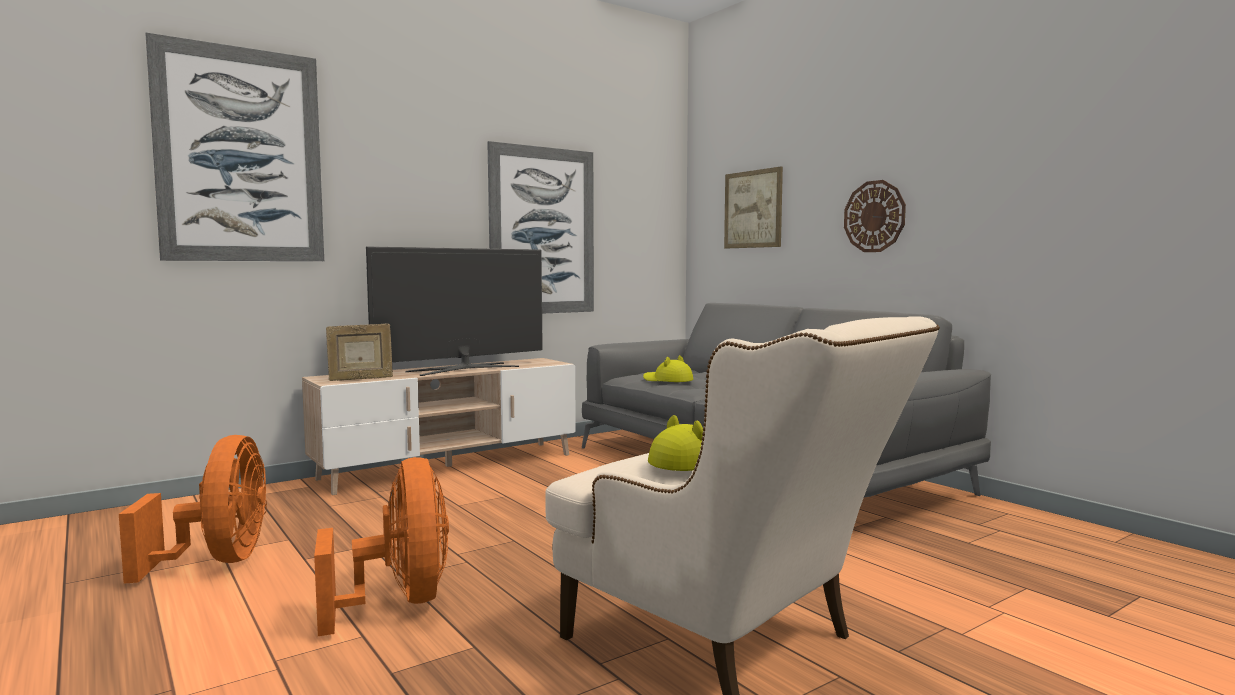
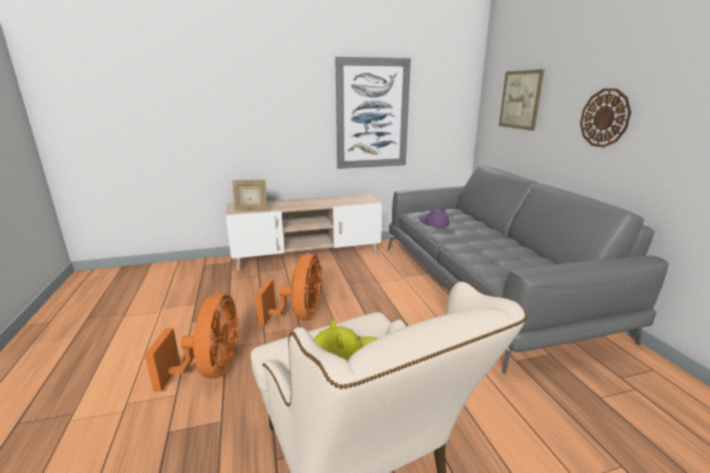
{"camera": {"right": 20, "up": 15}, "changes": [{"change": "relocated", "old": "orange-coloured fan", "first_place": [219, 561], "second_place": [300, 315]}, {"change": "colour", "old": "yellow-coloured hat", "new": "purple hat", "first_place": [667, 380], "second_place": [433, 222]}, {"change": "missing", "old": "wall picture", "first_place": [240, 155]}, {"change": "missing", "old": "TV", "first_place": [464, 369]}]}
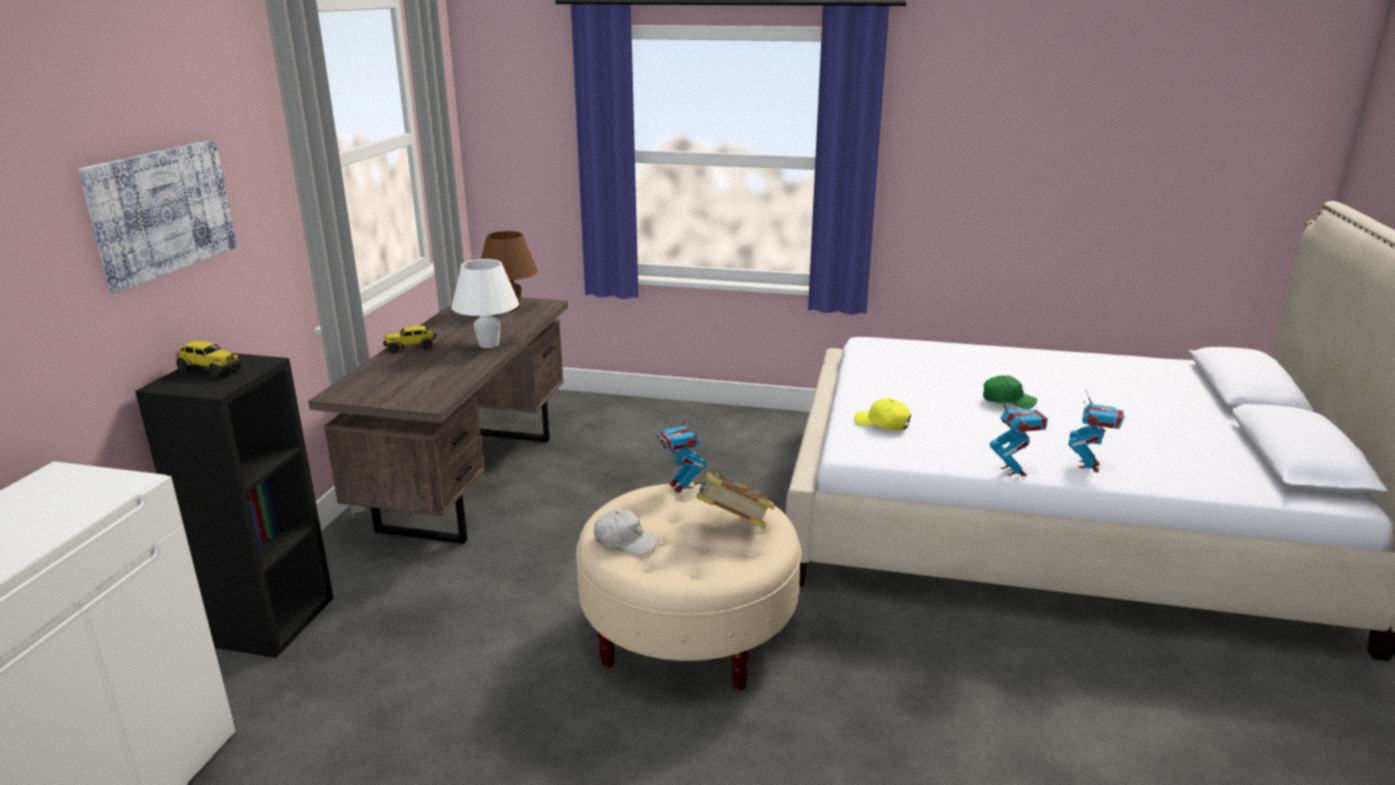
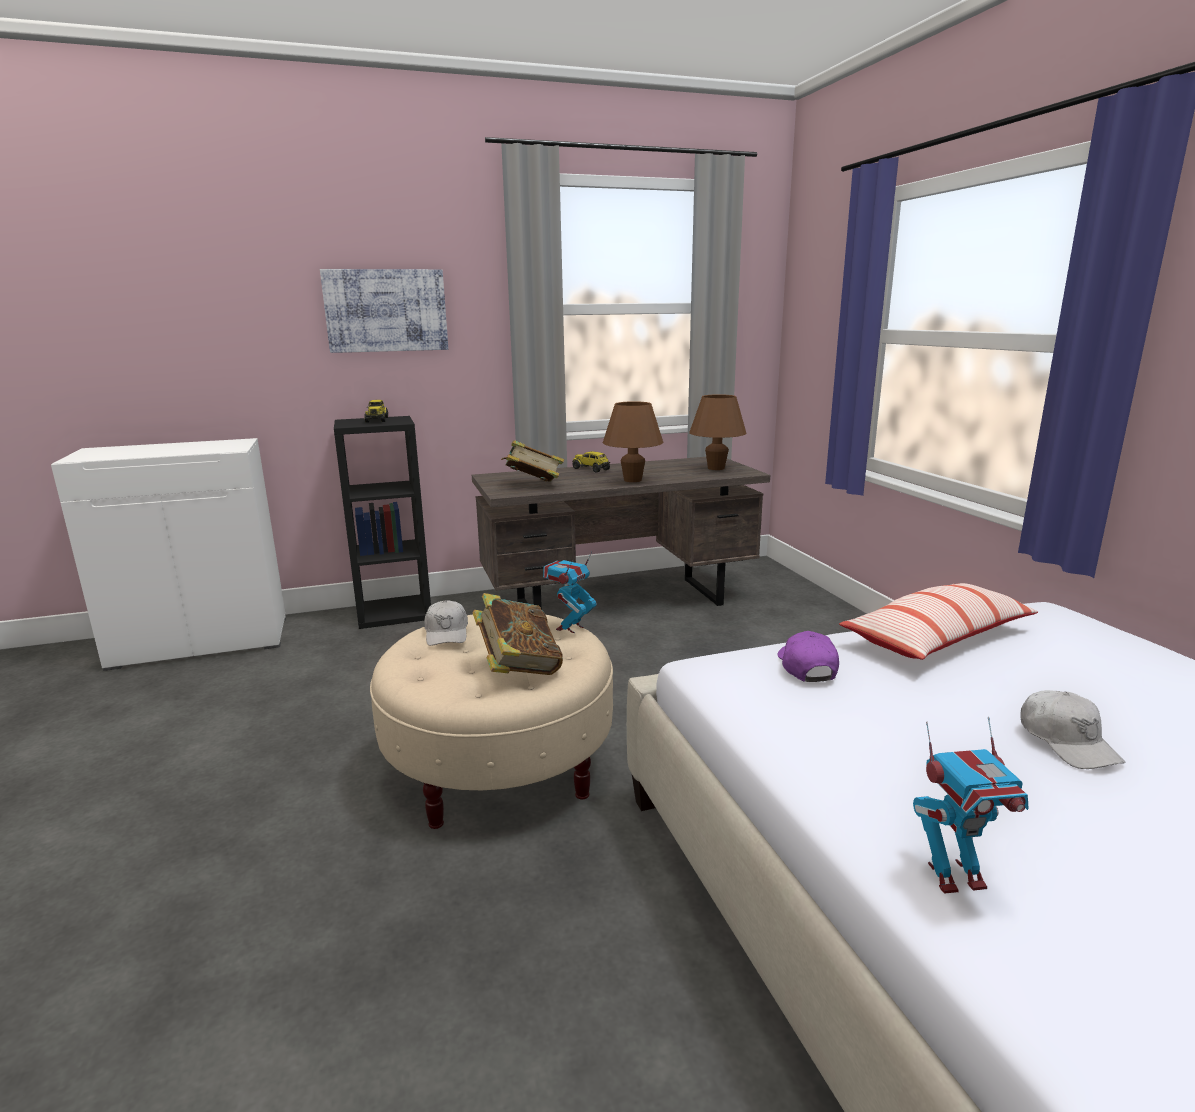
{"camera": {"right": 60, "up": -5}, "changes": [{"change": "appeared", "new": "volume", "second_place": [533, 485]}, {"change": "colour", "old": "white lamp for a table", "new": "brown lamp for a table", "first_place": [489, 344], "second_place": [632, 480]}, {"change": "colour", "old": "yellow-coloured cap", "new": "purple cap", "first_place": [882, 423], "second_place": [806, 667]}, {"change": "appeared", "new": "cushion", "second_place": [936, 638]}, {"change": "colour", "old": "green cap", "new": "white cap", "first_place": [1007, 400], "second_place": [1067, 742]}, {"change": "missing", "old": "toy robot", "first_place": [1013, 471]}]}
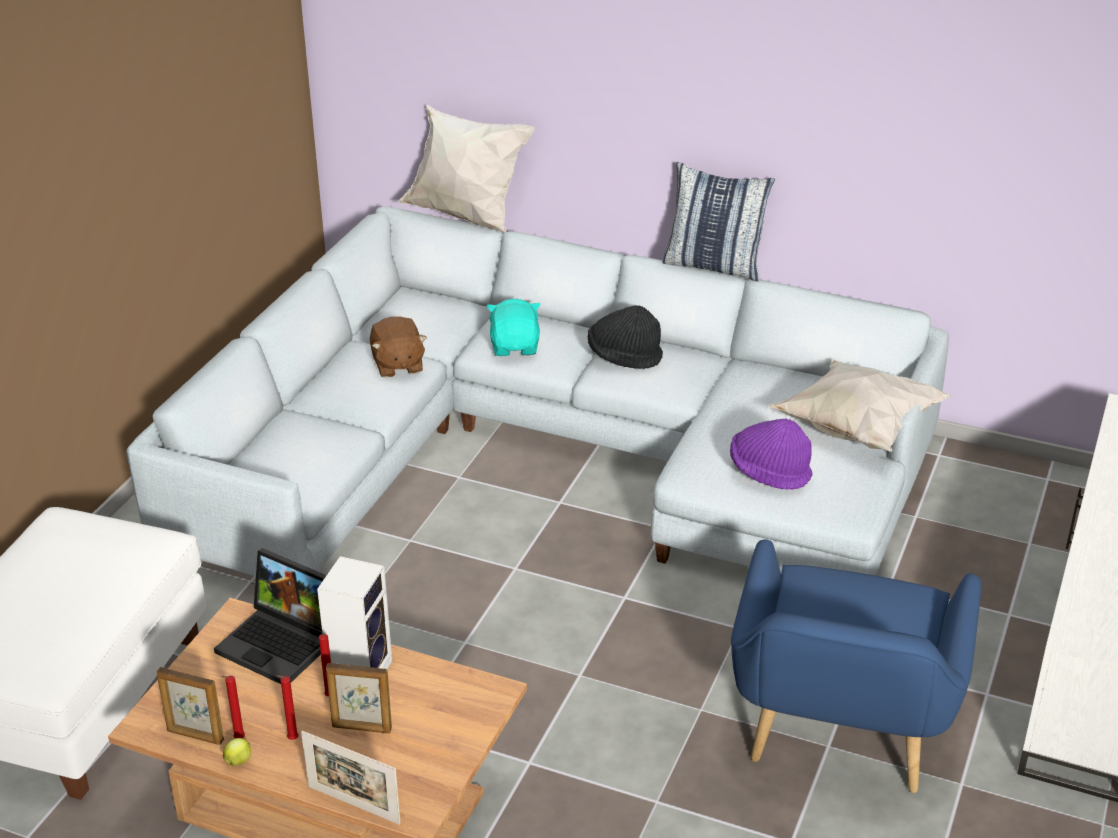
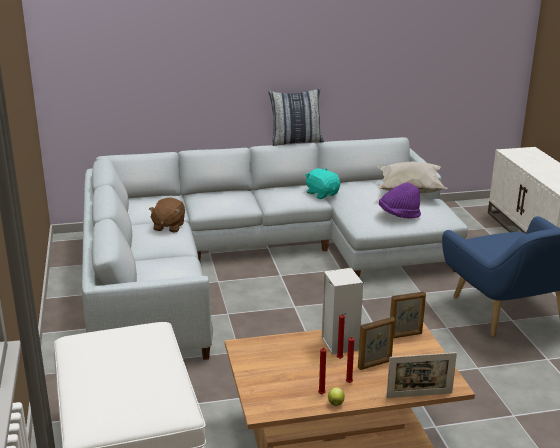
{"camera": {"right": -35, "up": -10}, "changes": [{"change": "spun", "old": "brown soft toy", "first_place": [397, 365], "second_place": [168, 226], "degrees": 60}, {"change": "relocated", "old": "turquoise-coloured soft toy", "first_place": [515, 346], "second_place": [322, 194]}, {"change": "relocated", "old": "standing frame", "first_place": [195, 736], "second_place": [405, 335]}, {"change": "missing", "old": "notebook computer", "first_place": [282, 643]}, {"change": "missing", "old": "white cushion", "first_place": [466, 217]}, {"change": "missing", "old": "black hat", "first_place": [624, 357]}]}
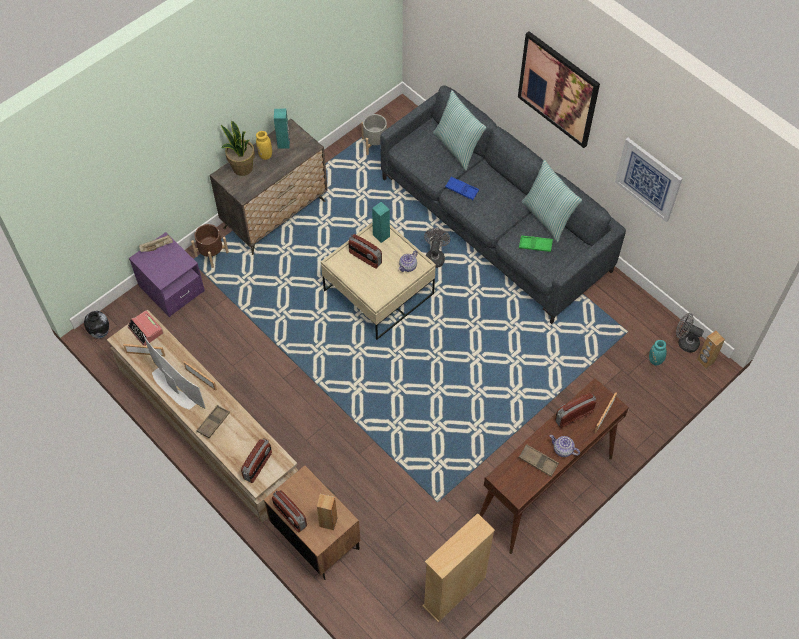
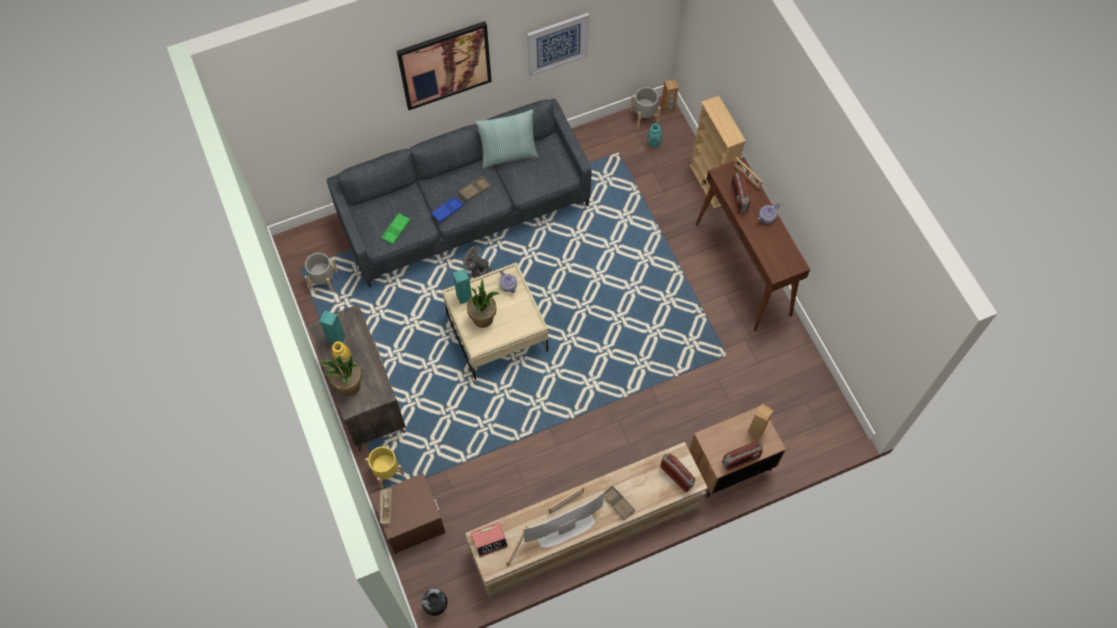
{"camera": {"right": -70, "up": 5}, "changes": [{"change": "colour", "old": "brown planter", "new": "yellow-coloured planter", "first_place": [211, 254], "second_place": [386, 471]}, {"change": "colour", "old": "purple bedside table", "new": "brown bedside table", "first_place": [171, 289], "second_place": [411, 521]}, {"change": "relocated", "old": "green tray", "first_place": [535, 245], "second_place": [396, 230]}, {"change": "relocated", "old": "brown tray", "first_place": [538, 461], "second_place": [475, 190]}, {"change": "exchanged", "old": "radio", "new": "houseplant", "first_place": [365, 258], "second_place": [483, 319]}, {"change": "exchanged", "old": "grey fan", "new": "grey planter", "first_place": [685, 342], "second_place": [644, 116]}, {"change": "relocated", "old": "beige bookcase", "first_place": [454, 592], "second_place": [710, 183]}, {"change": "missing", "old": "cushion", "first_place": [457, 147]}]}
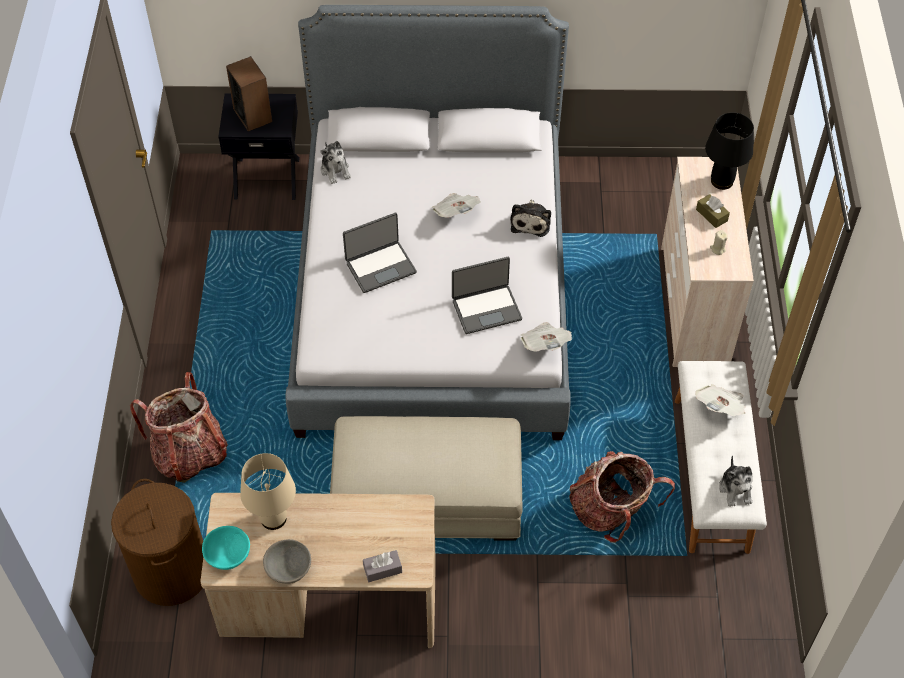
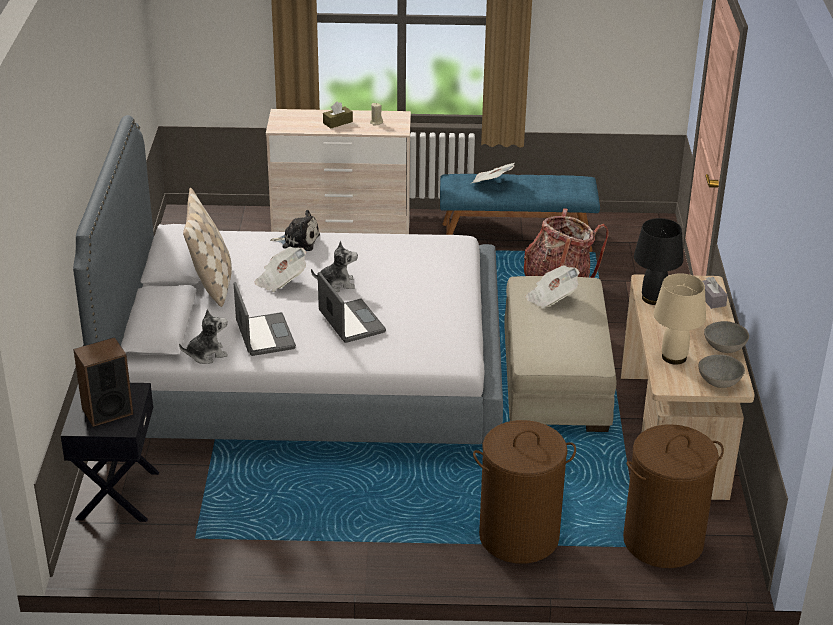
{"camera": {"right": -90, "up": -20}, "changes": [{"change": "appeared", "new": "beige cushion", "second_place": [211, 282]}, {"change": "relocated", "old": "notebook computer", "first_place": [486, 309], "second_place": [264, 336]}, {"change": "relocated", "old": "soft toy", "first_place": [736, 489], "second_place": [336, 284]}, {"change": "colour", "old": "white indoor bench", "new": "blue indoor bench", "first_place": [712, 473], "second_place": [516, 236]}, {"change": "exchanged", "old": "backpack", "new": "brown laundry basket", "first_place": [189, 454], "second_place": [518, 537]}, {"change": "relocated", "old": "printed paper", "first_place": [545, 345], "second_place": [551, 298]}, {"change": "relocated", "old": "black lamp for a table", "first_place": [722, 181], "second_place": [653, 298]}, {"change": "colour", "old": "turquoise-coloured serving bowl", "new": "grey serving bowl", "first_place": [228, 555], "second_place": [719, 381]}]}
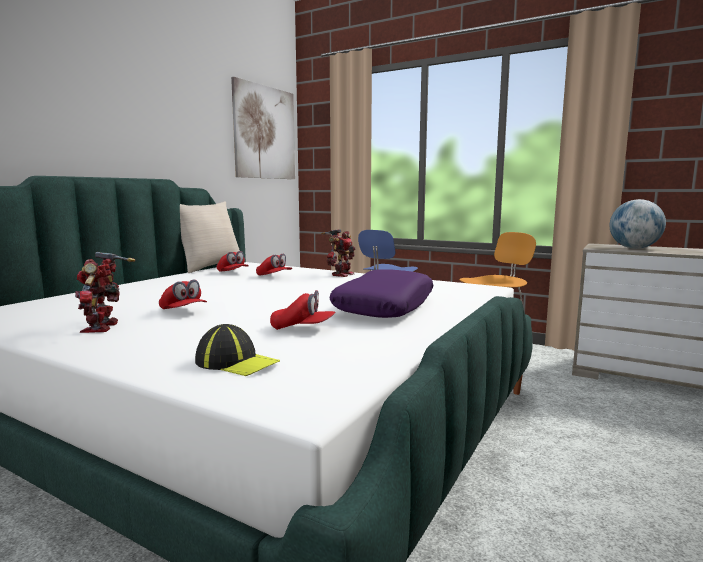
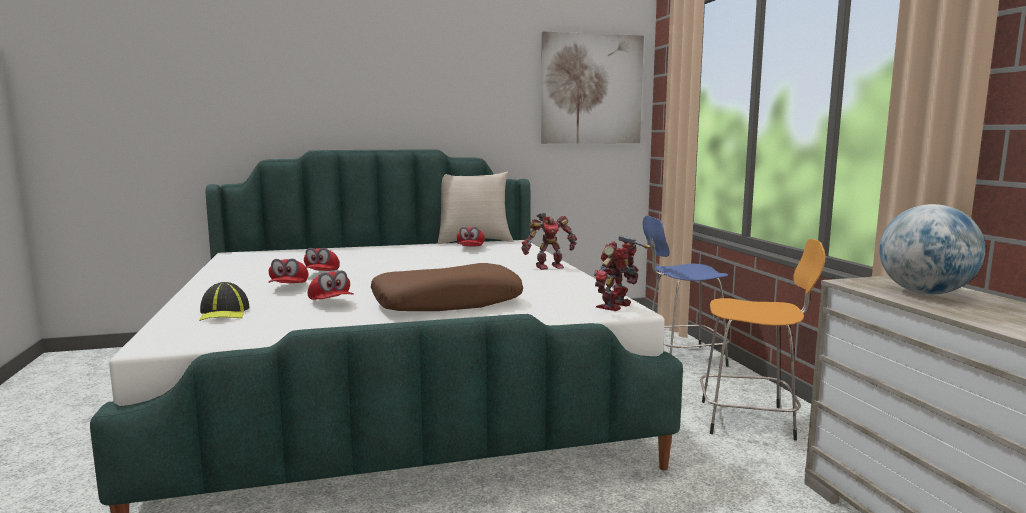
{"camera": {"right": 45, "up": 0}, "changes": [{"change": "relocated", "old": "reddish cap", "first_place": [274, 276], "second_place": [289, 288]}, {"change": "colour", "old": "purple cushion", "new": "brown cushion", "first_place": [384, 307], "second_place": [447, 303]}, {"change": "relocated", "old": "toy robot", "first_place": [103, 327], "second_place": [616, 306]}]}
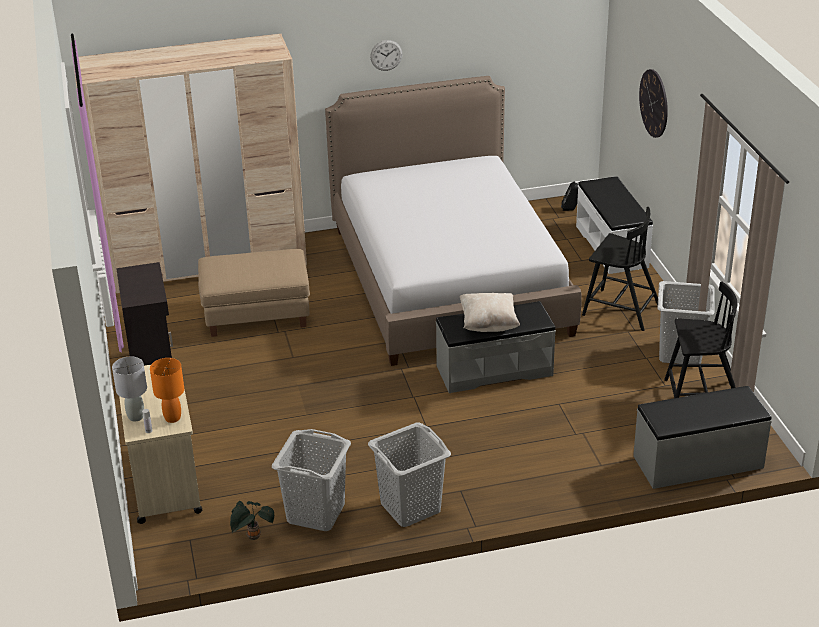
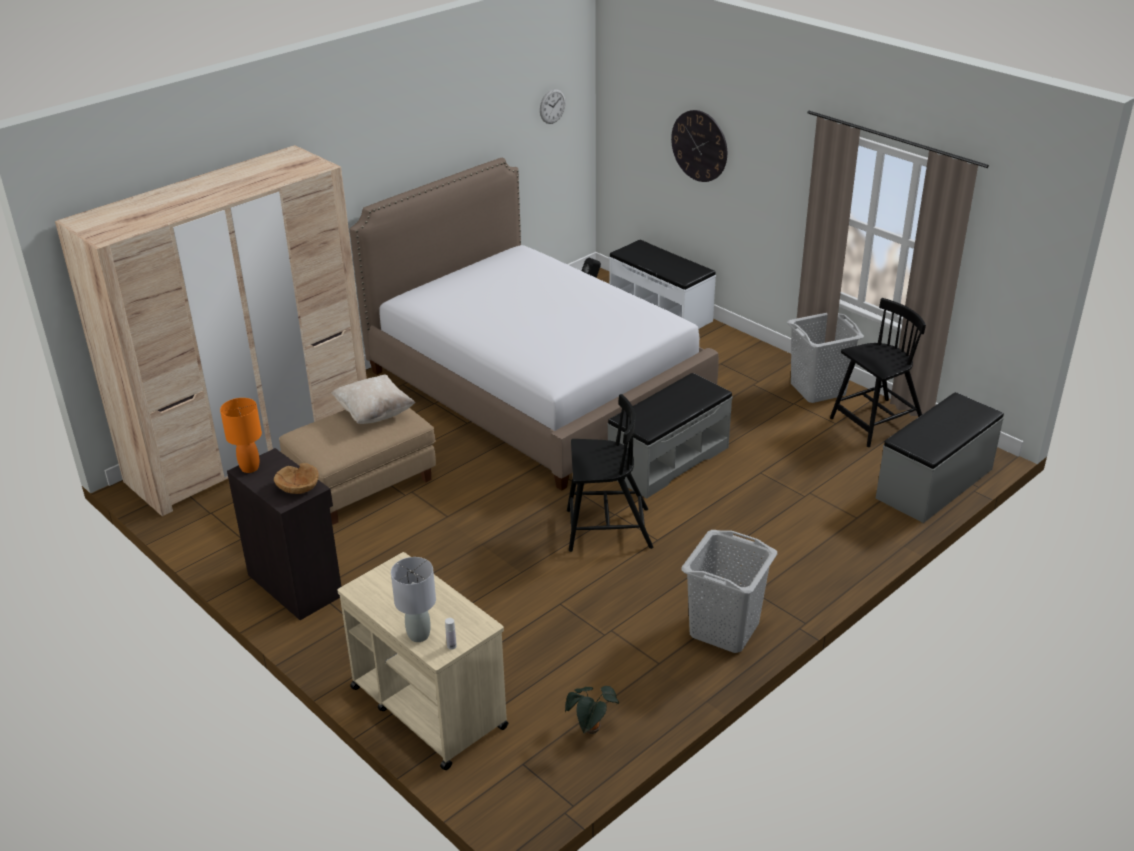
{"camera": {"right": -30, "up": 0}, "changes": [{"change": "relocated", "old": "orange-coloured lamp for a table", "first_place": [173, 418], "second_place": [250, 468]}, {"change": "appeared", "new": "brown serving bowl", "second_place": [298, 488]}, {"change": "relocated", "old": "beige cushion", "first_place": [488, 324], "second_place": [374, 413]}, {"change": "relocated", "old": "hanging clock", "first_place": [386, 55], "second_place": [552, 106]}, {"change": "relocated", "old": "black upright chair", "first_place": [620, 310], "second_place": [606, 529]}, {"change": "missing", "old": "grey laundry basket", "first_place": [315, 513]}]}
